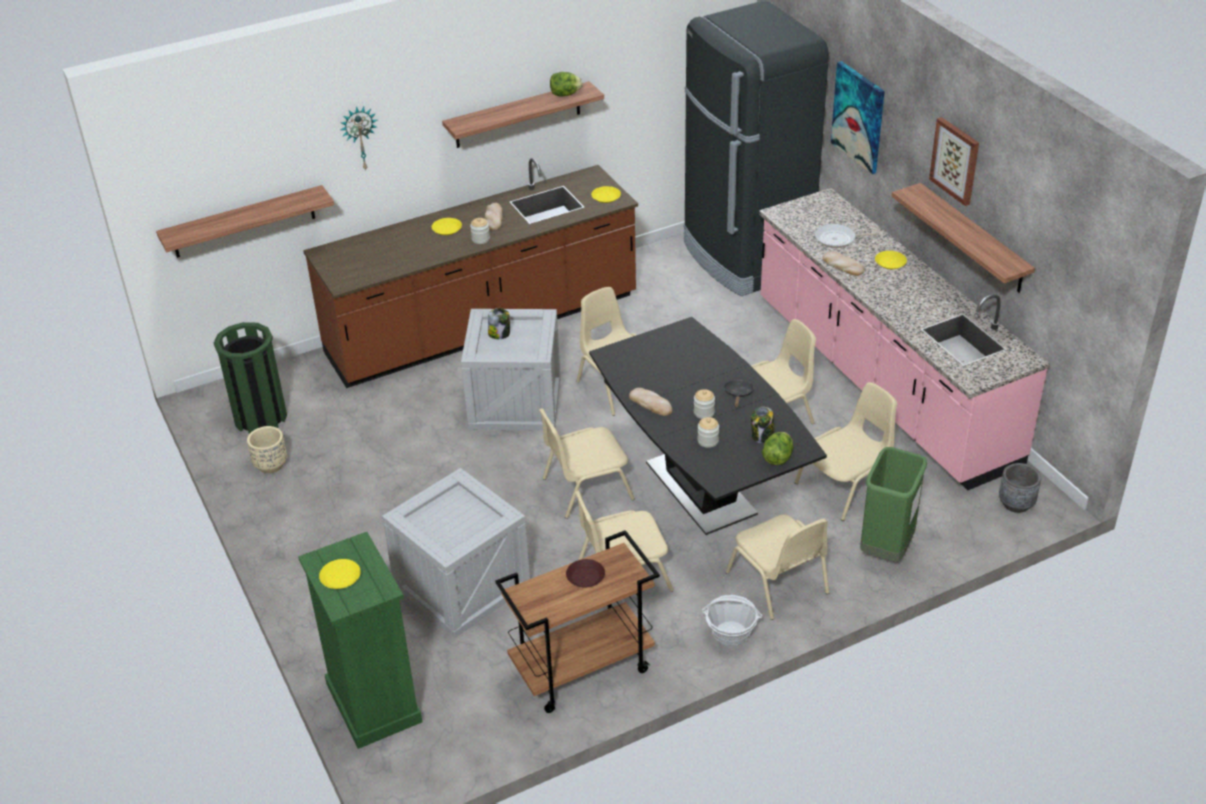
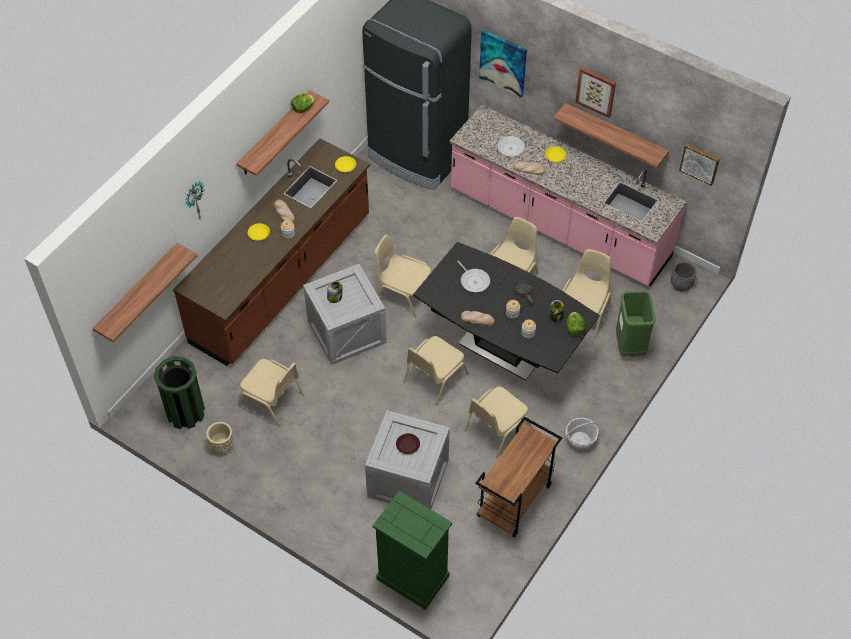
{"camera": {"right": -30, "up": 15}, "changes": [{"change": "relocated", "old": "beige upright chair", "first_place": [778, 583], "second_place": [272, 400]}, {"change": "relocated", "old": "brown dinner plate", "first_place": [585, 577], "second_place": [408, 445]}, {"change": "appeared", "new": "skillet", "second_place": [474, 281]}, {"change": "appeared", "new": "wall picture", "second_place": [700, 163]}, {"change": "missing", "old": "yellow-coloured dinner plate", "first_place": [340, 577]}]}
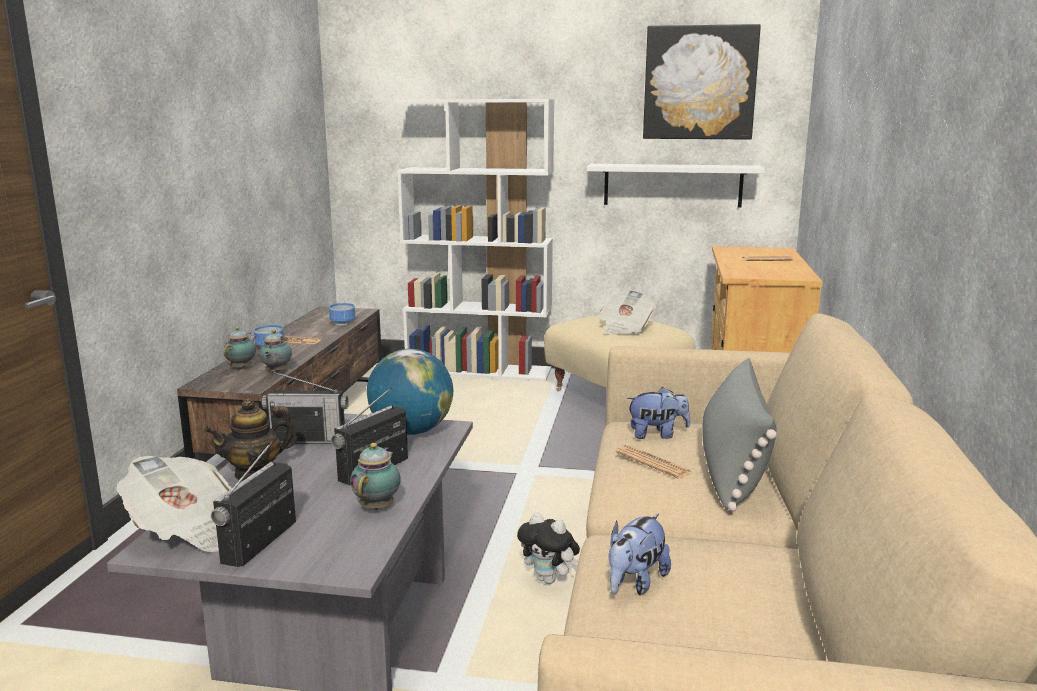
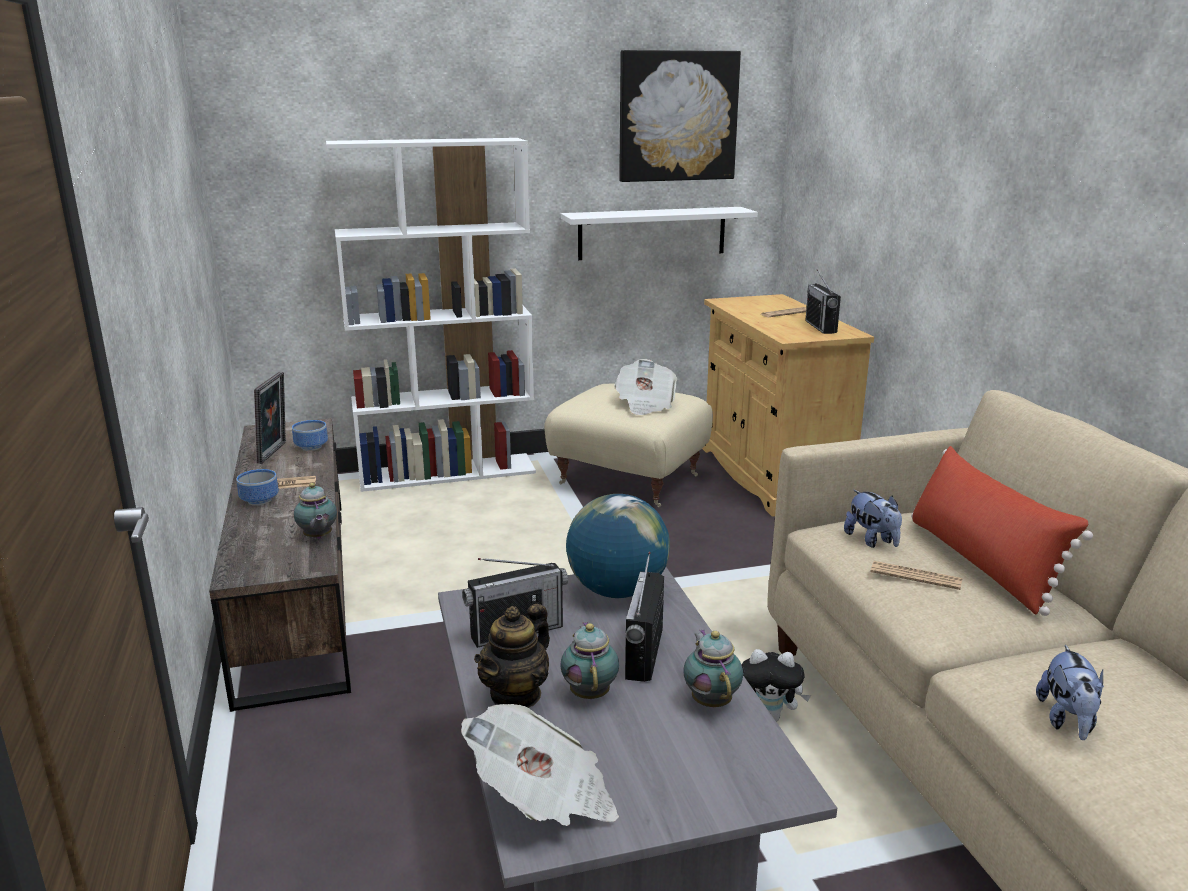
{"camera": {"right": -25, "up": 5}, "changes": [{"change": "appeared", "new": "standing frame", "second_place": [275, 453]}, {"change": "relocated", "old": "tea pot", "first_place": [242, 368], "second_place": [590, 692]}, {"change": "relocated", "old": "radio", "first_place": [260, 542], "second_place": [820, 327]}, {"change": "spun", "old": "soft toy", "first_place": [657, 435], "second_place": [872, 541], "degrees": 90}, {"change": "colour", "old": "grey cushion", "new": "reddish cushion", "first_place": [732, 466], "second_place": [980, 563]}]}
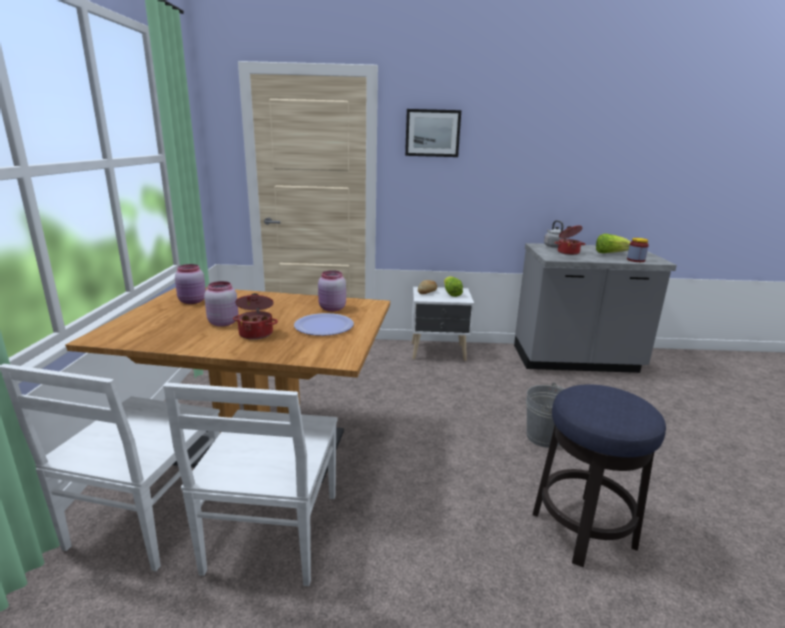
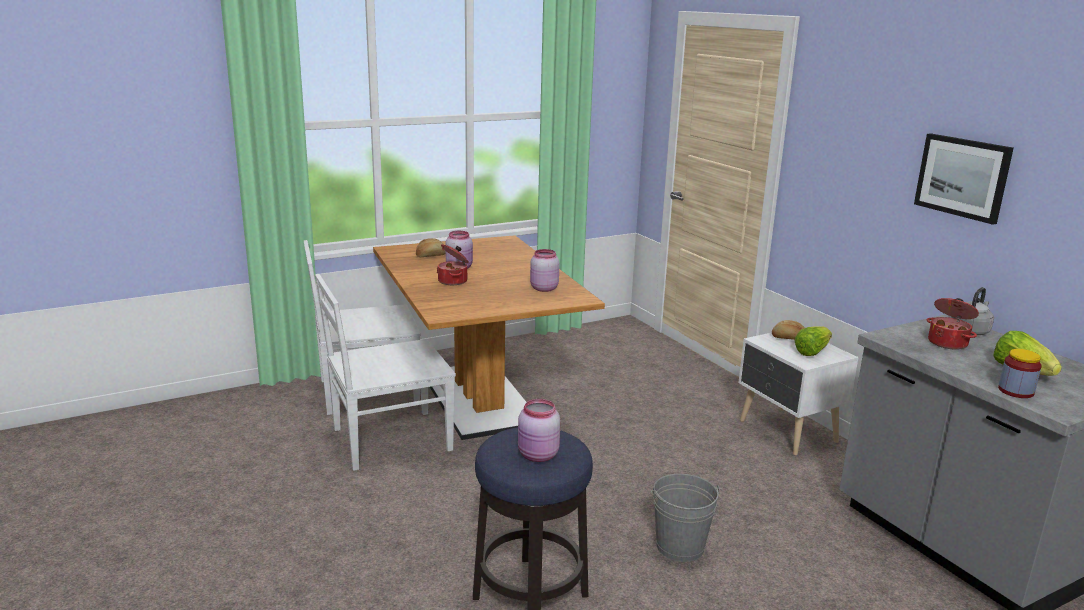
{"camera": {"right": 60, "up": 0}, "changes": [{"change": "appeared", "new": "bread", "second_place": [430, 256]}, {"change": "relocated", "old": "pink-coloured preserve jar", "first_place": [193, 301], "second_place": [538, 456]}, {"change": "relocated", "old": "wall picture", "first_place": [432, 133], "second_place": [962, 177]}, {"change": "missing", "old": "dinner plate", "first_place": [324, 326]}]}
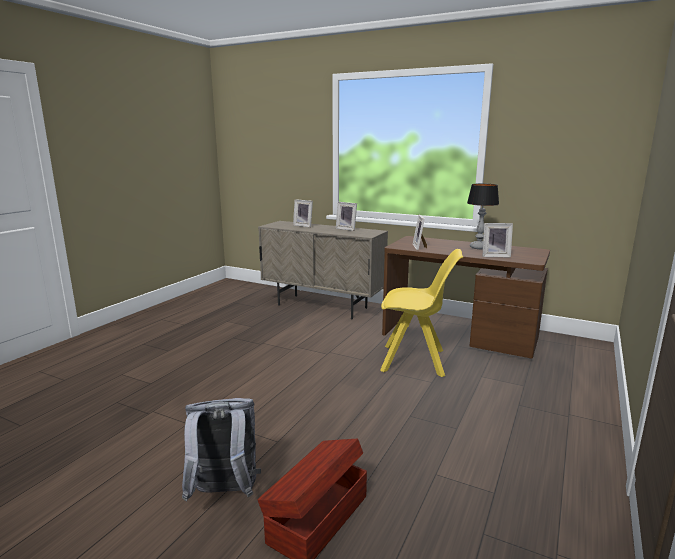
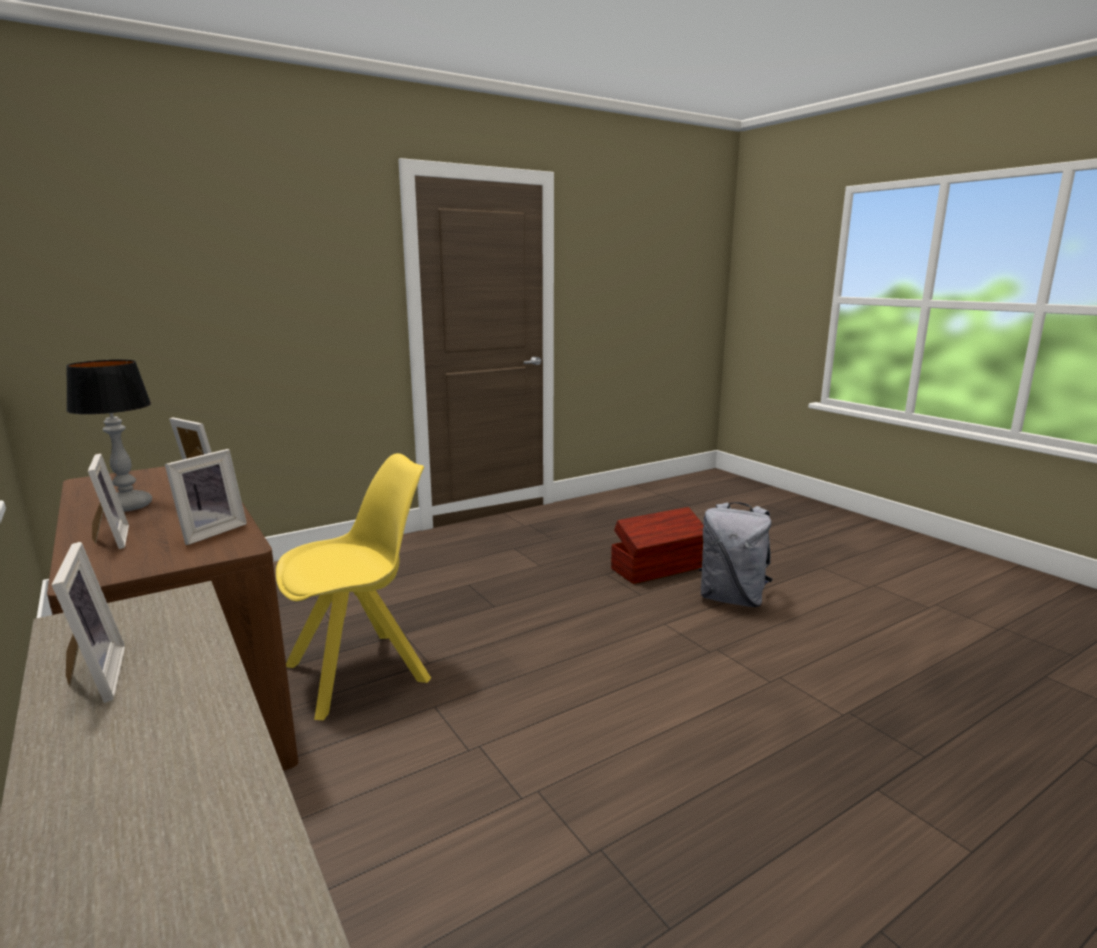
{"camera": {"right": -150, "up": 0}, "changes": [{"change": "relocated", "old": "standing frame", "first_place": [304, 225], "second_place": [109, 539]}, {"change": "spun", "old": "yellow-coloured upright chair", "first_place": [415, 361], "second_place": [361, 672], "degrees": 105}]}
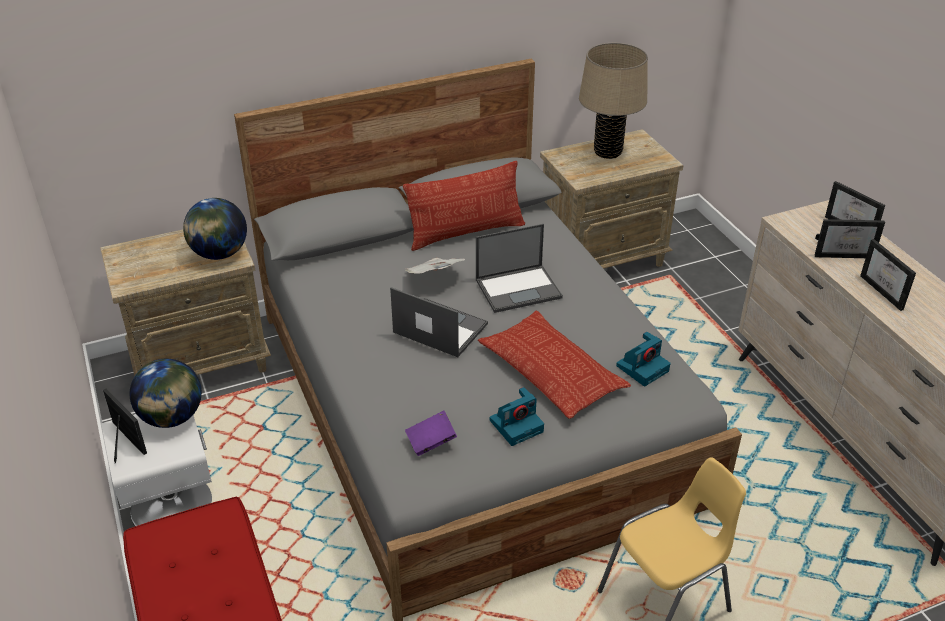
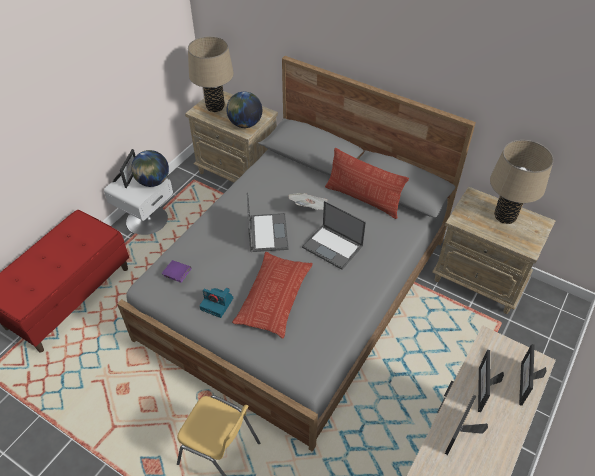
{"camera": {"right": 55, "up": 10}, "changes": [{"change": "appeared", "new": "beige lamp for a table", "second_place": [215, 107]}, {"change": "spun", "old": "standing frame", "first_place": [843, 253], "second_place": [485, 391], "degrees": 45}, {"change": "missing", "old": "photo camera", "first_place": [643, 367]}]}
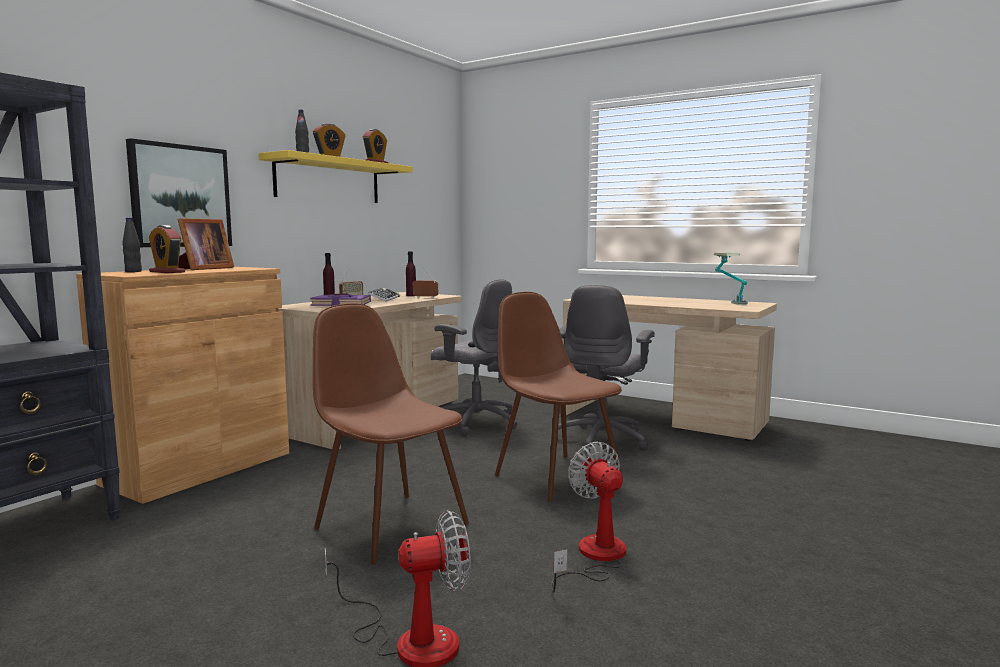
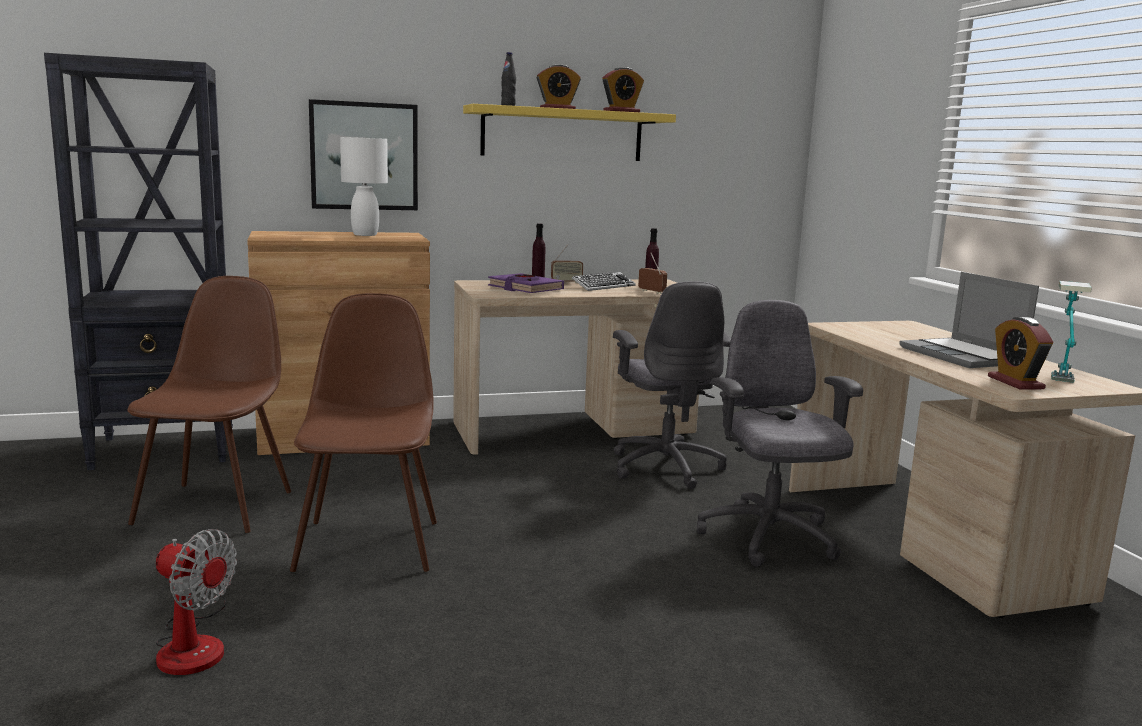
{"camera": {"right": 40, "up": 5}, "changes": [{"change": "relocated", "old": "brown upright chair", "first_place": [556, 476], "second_place": [216, 506]}, {"change": "exchanged", "old": "standing frame", "new": "white lamp for a table", "first_place": [203, 269], "second_place": [365, 234]}, {"change": "spun", "old": "grey computer chair", "first_place": [602, 440], "second_place": [768, 538], "degrees": 105}, {"change": "appeared", "new": "notebook computer", "second_place": [963, 356]}, {"change": "relocated", "old": "alarm clock", "first_place": [167, 272], "second_place": [1015, 382]}, {"change": "missing", "old": "black bottle", "first_place": [133, 271]}, {"change": "missing", "old": "fan", "first_place": [595, 557]}]}
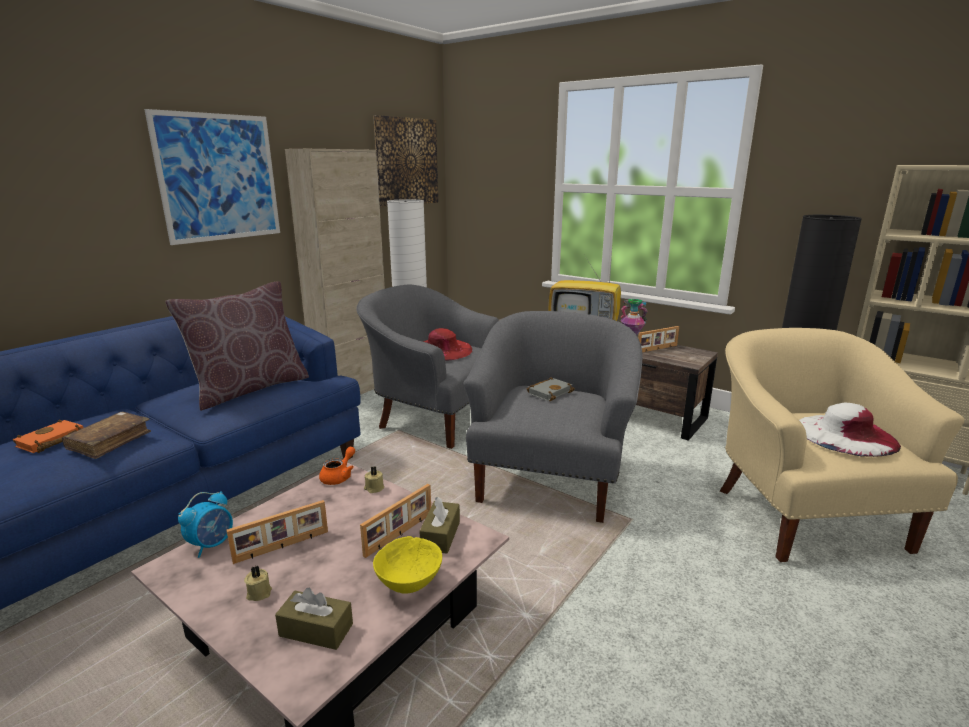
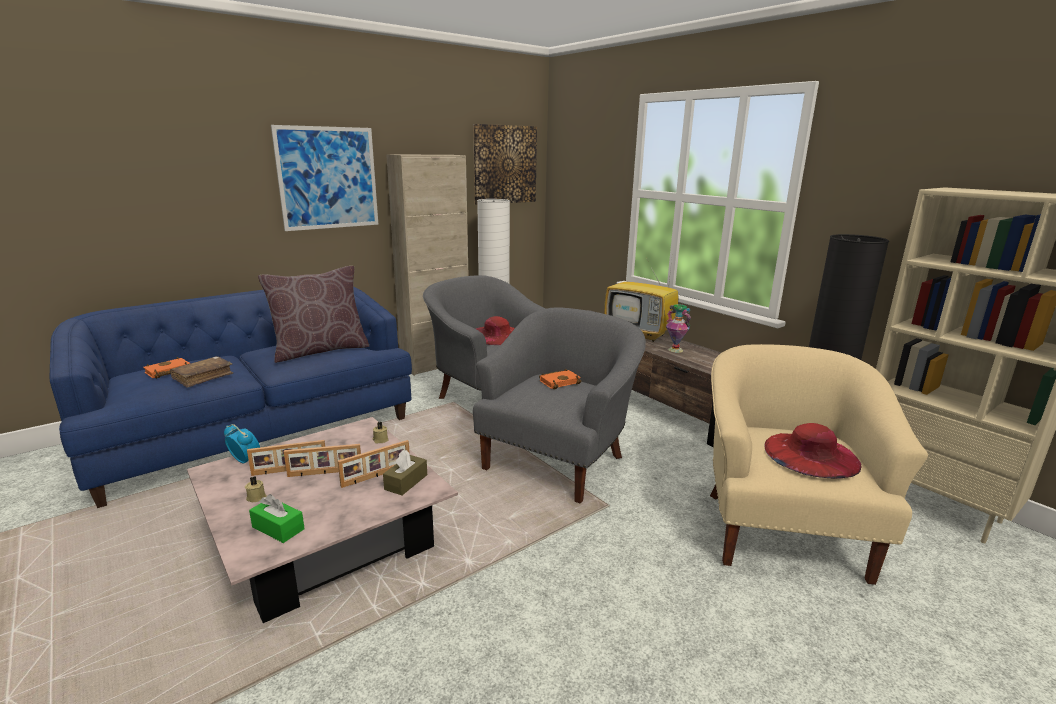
{"camera": {"right": 15, "up": 0}, "changes": [{"change": "spun", "old": "alarm clock", "first_place": [212, 544], "second_place": [245, 460], "degrees": -105}, {"change": "colour", "old": "brown tissue box", "new": "green tissue box", "first_place": [316, 630], "second_place": [278, 528]}, {"change": "relocated", "old": "standing frame", "first_place": [657, 349], "second_place": [325, 473]}, {"change": "colour", "old": "grey volume", "new": "orange-coloured volume", "first_place": [549, 392], "second_place": [559, 381]}, {"change": "colour", "old": "white hat", "new": "reddish hat", "first_place": [845, 434], "second_place": [811, 454]}, {"change": "missing", "old": "orange-coloured tea pot", "first_place": [339, 476]}, {"change": "missing", "old": "yellow-coloured serving bowl", "first_place": [410, 584]}]}
